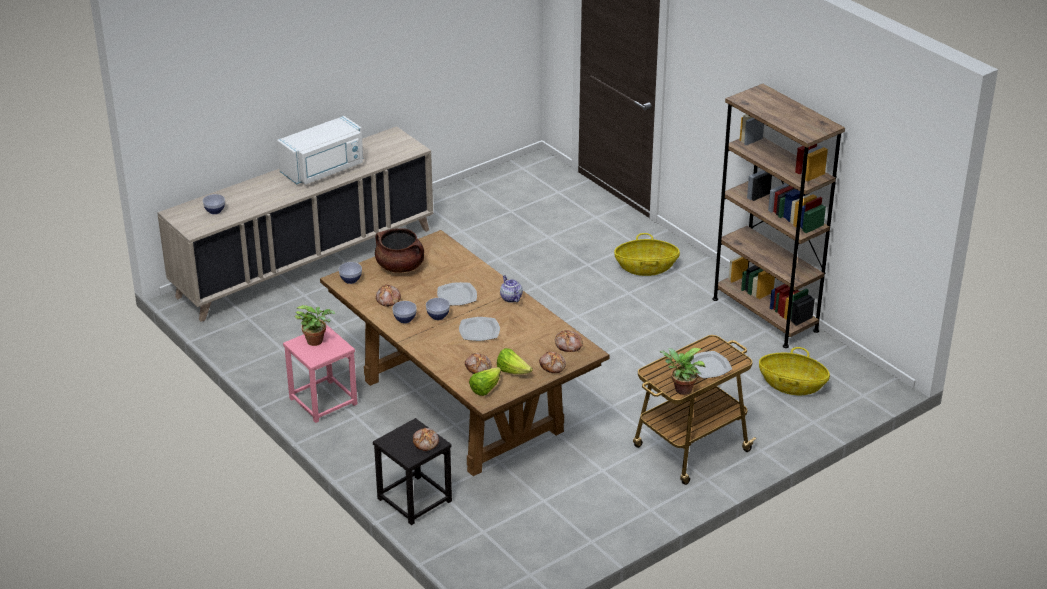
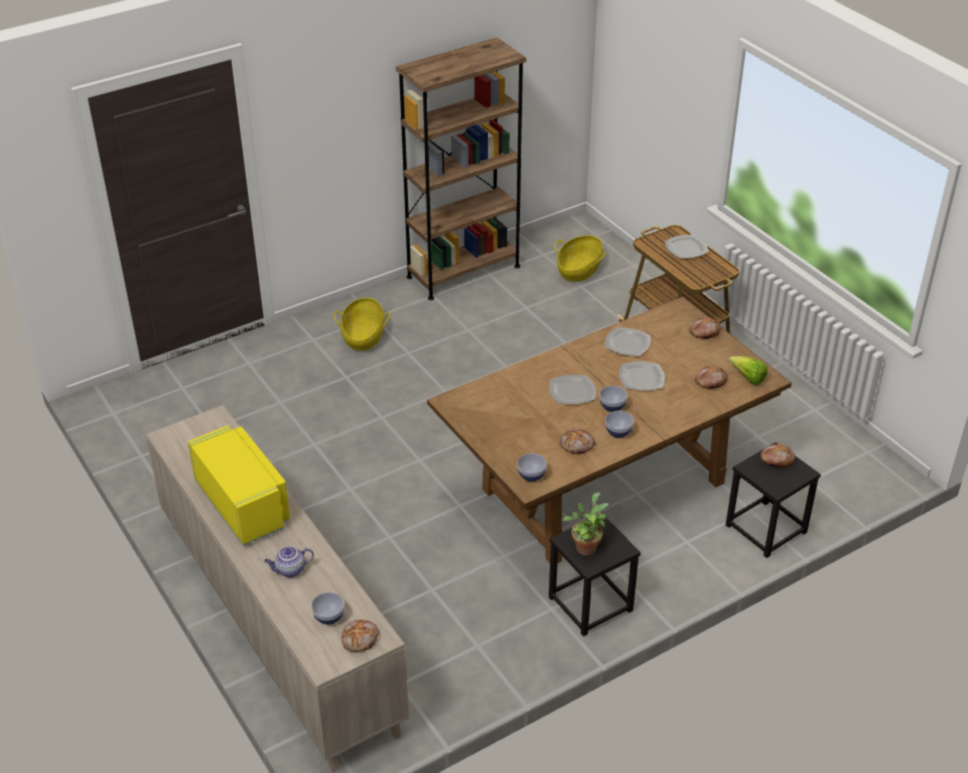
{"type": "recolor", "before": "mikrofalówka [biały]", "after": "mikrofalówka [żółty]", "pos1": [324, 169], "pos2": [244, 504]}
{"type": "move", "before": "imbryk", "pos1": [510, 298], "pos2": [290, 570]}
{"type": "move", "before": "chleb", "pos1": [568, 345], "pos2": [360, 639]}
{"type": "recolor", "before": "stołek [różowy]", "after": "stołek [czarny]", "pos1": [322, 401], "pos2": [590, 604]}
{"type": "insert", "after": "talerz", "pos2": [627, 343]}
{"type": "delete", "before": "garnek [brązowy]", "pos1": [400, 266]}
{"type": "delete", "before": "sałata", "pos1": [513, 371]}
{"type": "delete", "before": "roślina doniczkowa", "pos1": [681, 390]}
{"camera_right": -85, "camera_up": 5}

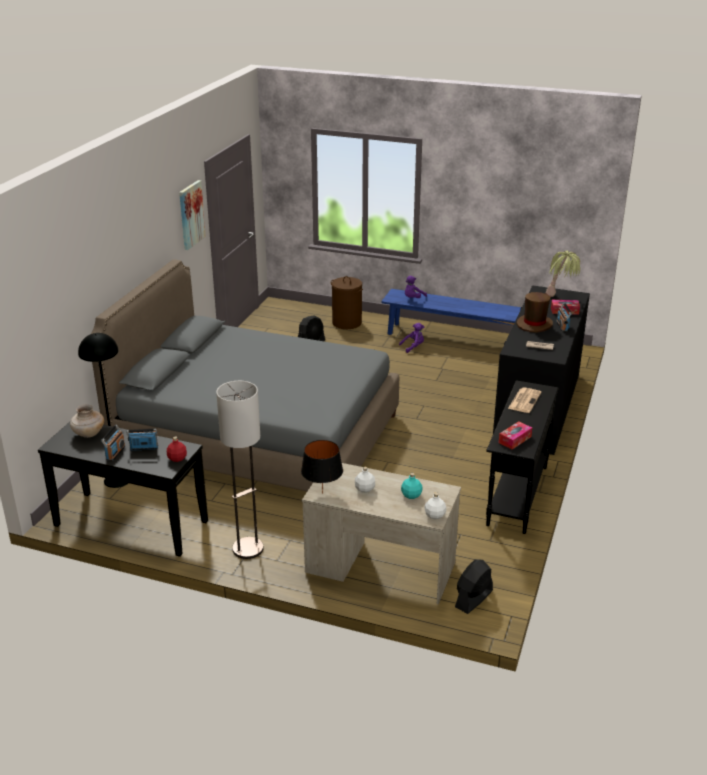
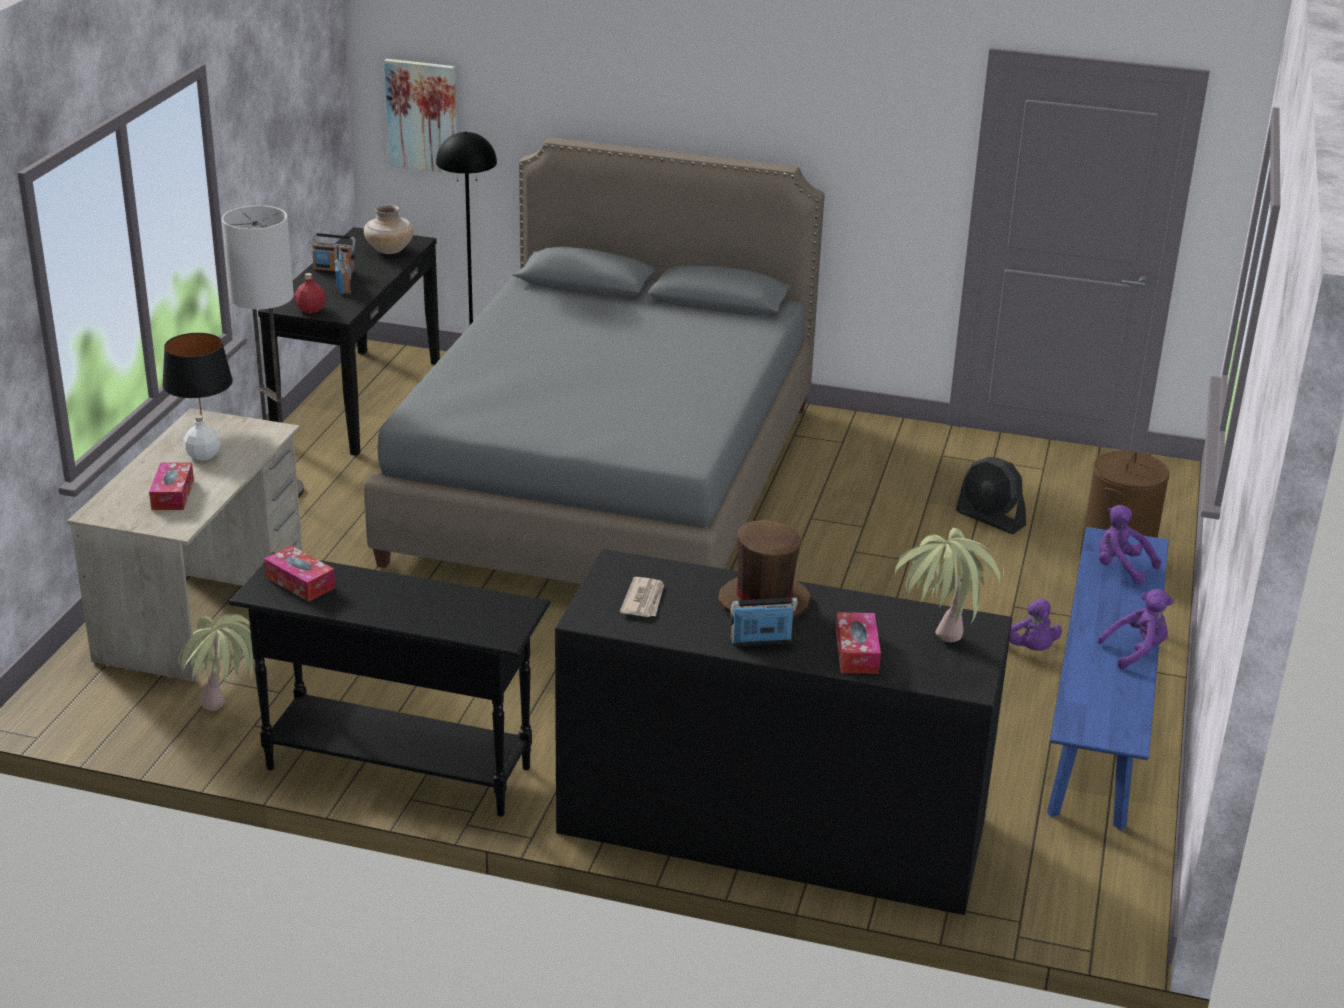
{"type": "replace", "before": "butelka [turkusowy]", "after": "pudełko chusteczek", "pos1": [411, 495], "pos2": [172, 494]}
{"type": "insert", "after": "roślina doniczkowa", "pos2": [227, 719]}
{"type": "move", "before": "obraz", "pos1": [191, 214], "pos2": [422, 116]}
{"type": "insert", "after": "pluszak [fioletowy]", "pos2": [1136, 651]}
{"type": "delete", "before": "butelka [biały]", "pos1": [435, 515]}
{"type": "delete", "before": "wentylator [czarny]", "pos1": [473, 599]}
{"type": "delete", "before": "gazeta", "pos1": [524, 400]}
{"camera_right": 85, "camera_up": 0}

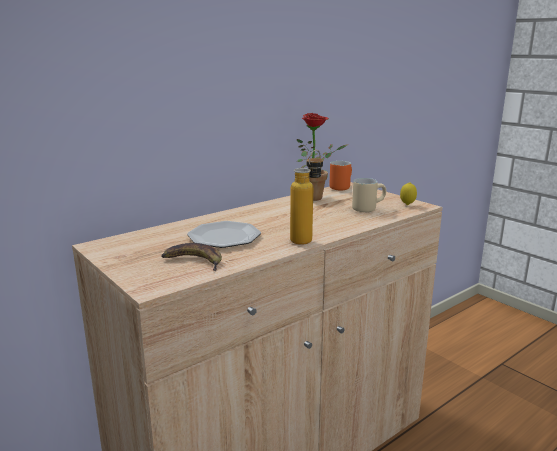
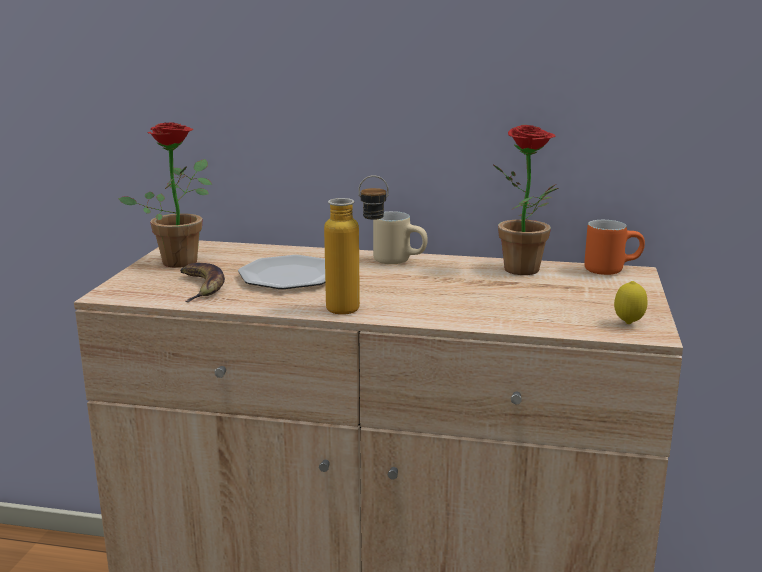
{"type": "insert", "after": "roślina doniczkowa", "pos2": [182, 260]}
{"type": "move", "before": "kubek [beżowy]", "pos1": [367, 208], "pos2": [400, 261]}
{"camera_right": 50, "camera_up": 0}

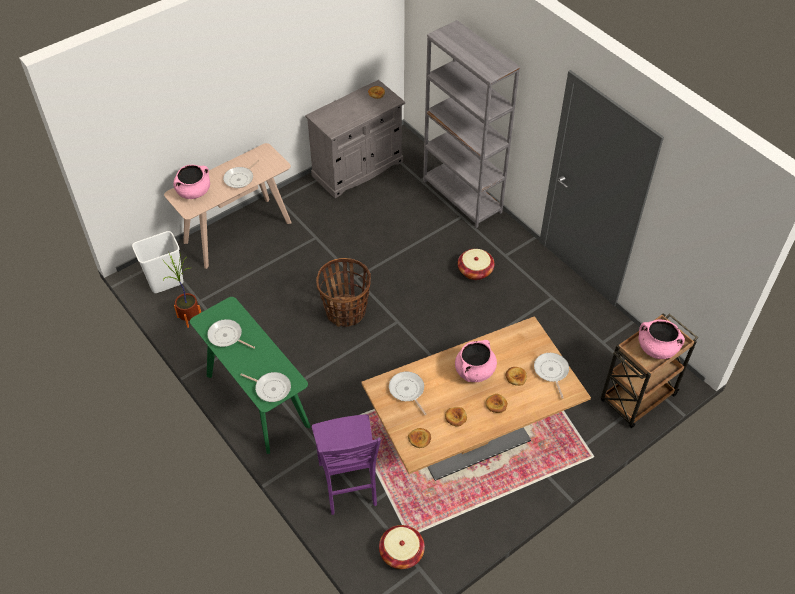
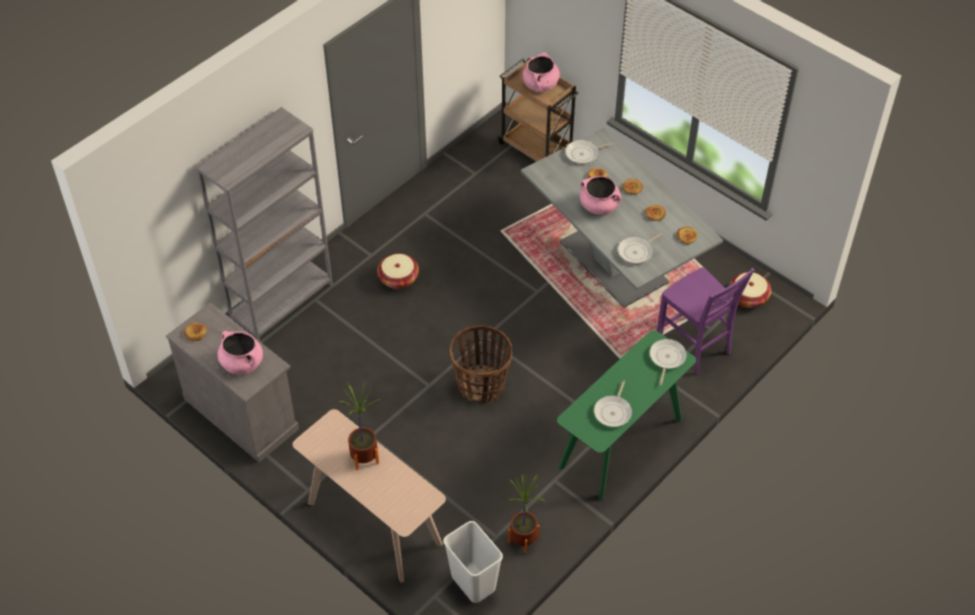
{"type": "move", "before": "garnek [różowy]", "pos1": [194, 191], "pos2": [241, 363]}
{"type": "replace", "before": "patelnia", "after": "roślina doniczkowa", "pos1": [240, 178], "pos2": [364, 457]}
{"type": "recolor", "before": "stół jadalny [brązowy]", "after": "stół jadalny [szary]", "pos1": [470, 437], "pos2": [613, 262]}
{"type": "rotate", "before": "krzesło [fioletowy]", "pos1": [348, 485], "pos2": [694, 347], "turn": 75}
{"camera_right": -100, "camera_up": 0}

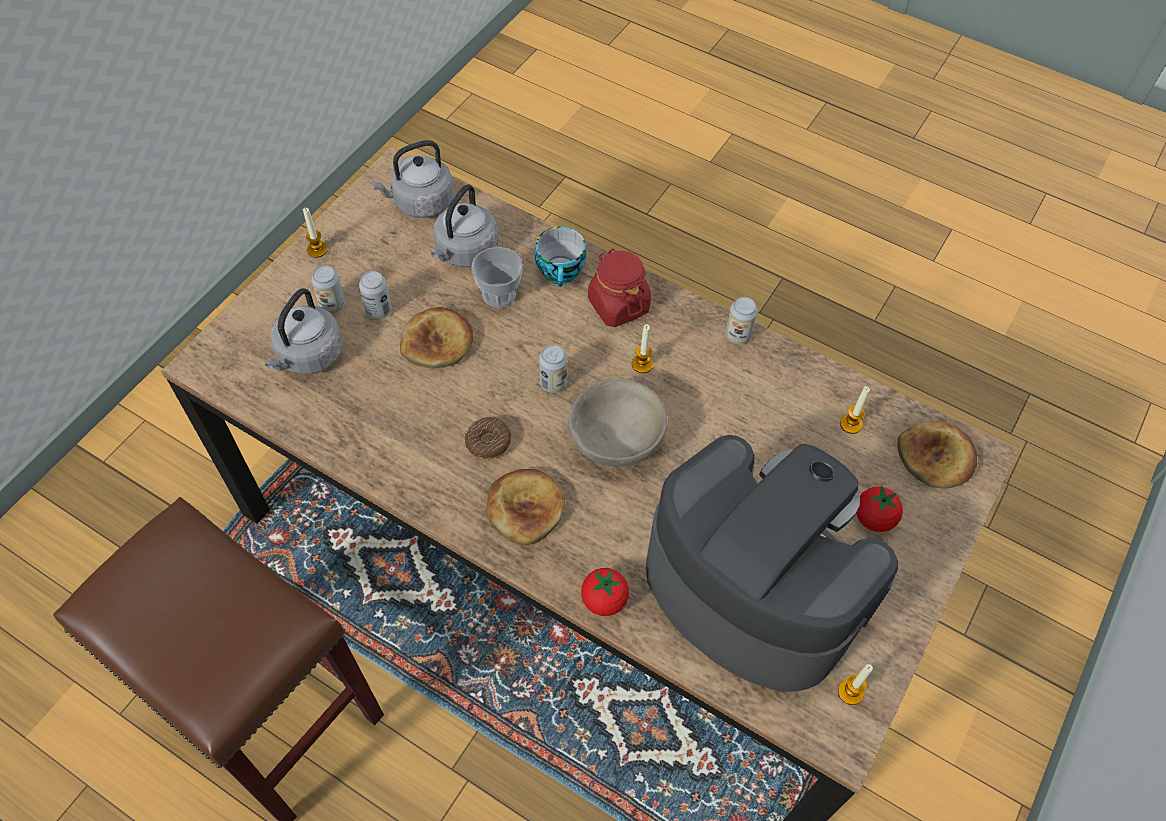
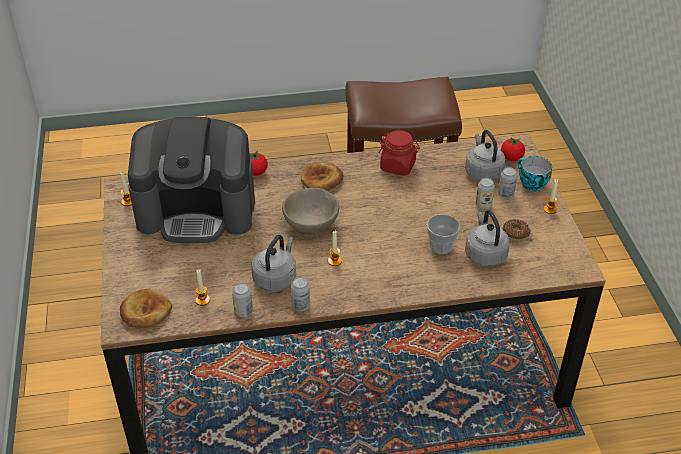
{"type": "move", "before": "puszka", "pos1": [553, 383], "pos2": [243, 311]}
{"type": "move", "before": "czajnik [szary]", "pos1": [420, 203], "pos2": [276, 278]}
{"type": "move", "before": "słoik [czerwony]", "pos1": [618, 305], "pos2": [398, 166]}
{"type": "move", "before": "pomidor", "pos1": [874, 518], "pos2": [511, 158]}
{"type": "move", "before": "donut", "pos1": [488, 442], "pos2": [515, 233]}
{"type": "move", "before": "filiżanka", "pos1": [562, 273], "pos2": [531, 184]}
{"type": "delete", "before": "chleb", "pos1": [437, 342]}
{"camera_right": 140, "camera_up": -15}

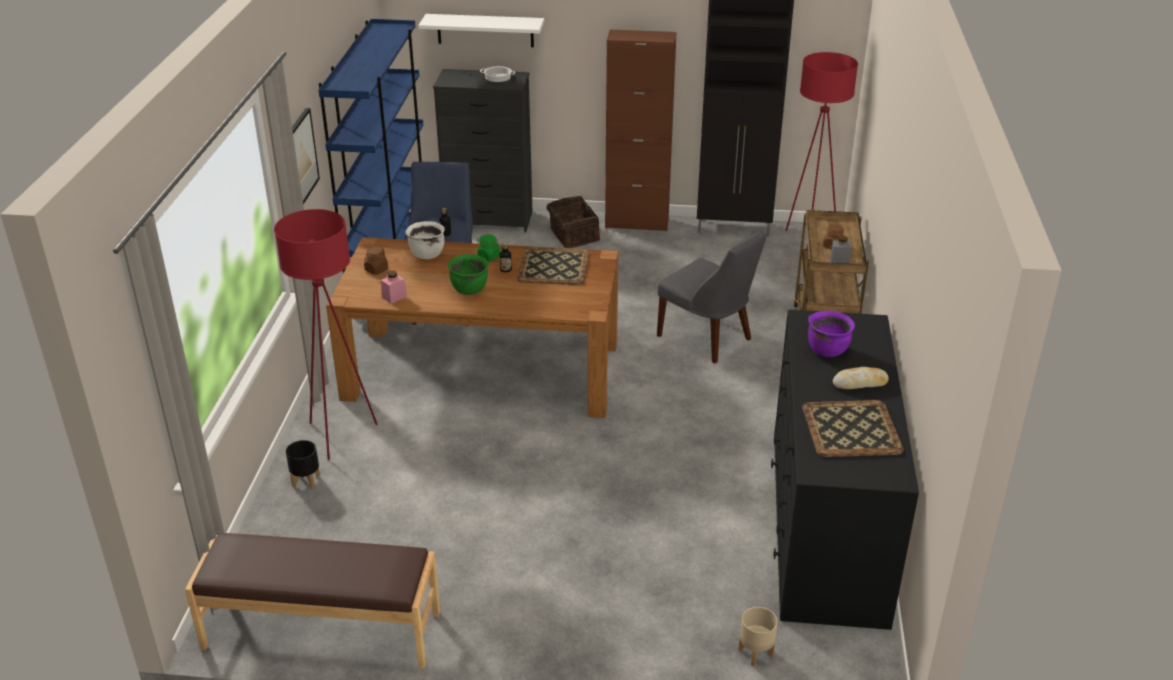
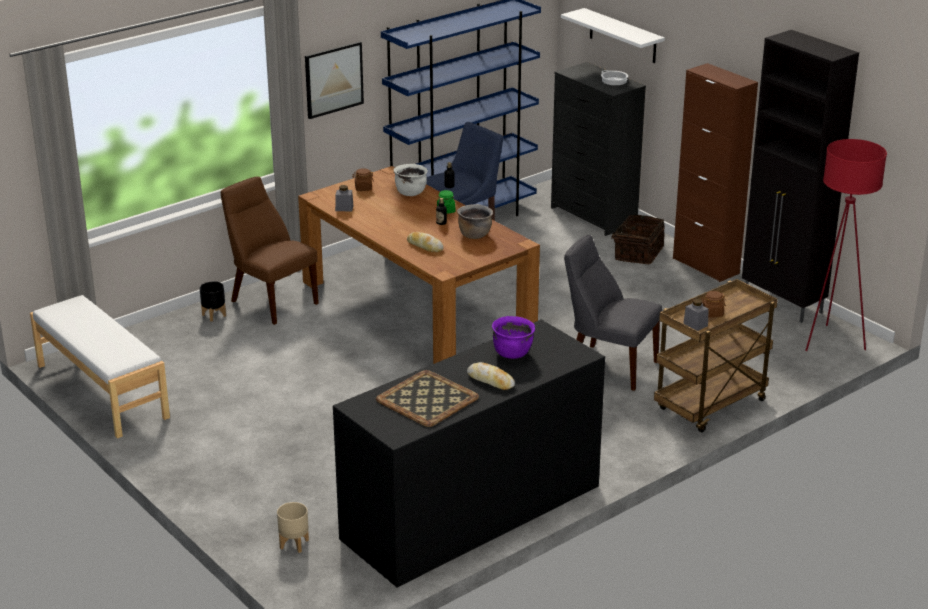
{"type": "recolor", "before": "ławka [brązowy]", "after": "ławka [biały]", "pos1": [321, 631], "pos2": [101, 391]}
{"type": "replace", "before": "lampa stojąca [czerwony]", "after": "krzesło [brązowy]", "pos1": [340, 435], "pos2": [271, 301]}
{"type": "recolor", "before": "słoik [różowy]", "after": "słoik [szary]", "pos1": [394, 297], "pos2": [344, 208]}
{"type": "insert", "after": "chleb", "pos2": [425, 246]}
{"type": "replace", "before": "taca", "after": "garnek [brązowy]", "pos1": [553, 267], "pos2": [474, 235]}
{"type": "rotate", "before": "krzesło [szary]", "pos1": [708, 339], "pos2": [608, 365], "turn": 120}
{"type": "delete", "before": "garnek [zielony]", "pos1": [470, 289]}
{"camera_right": 45, "camera_up": -5}

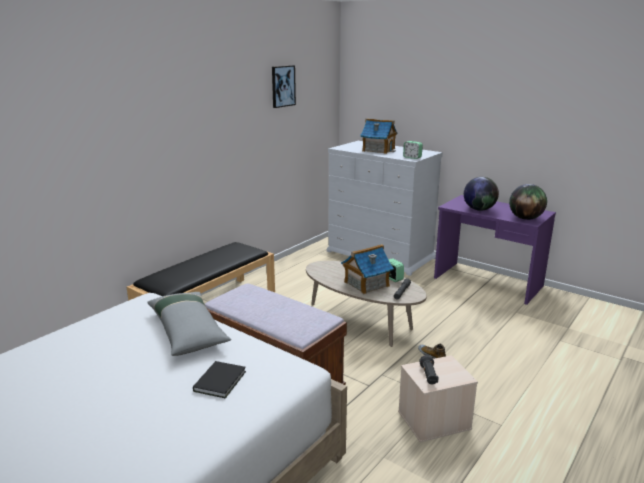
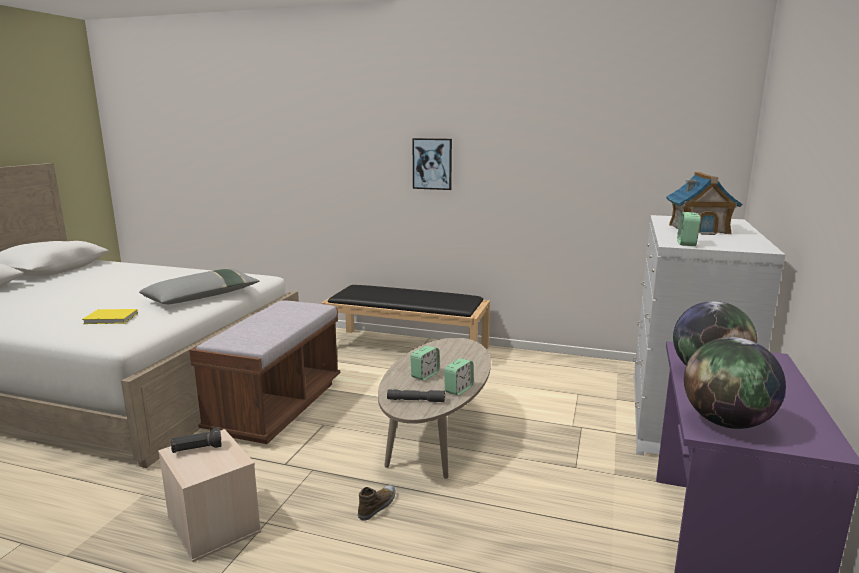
{"type": "recolor", "before": "książka [czarny]", "after": "książka [żółty]", "pos1": [221, 380], "pos2": [112, 319]}
{"type": "replace", "before": "domek", "after": "budzik", "pos1": [366, 284], "pos2": [425, 375]}
{"type": "move", "before": "obraz", "pos1": [282, 86], "pos2": [432, 164]}
{"camera_right": 70, "camera_up": -5}

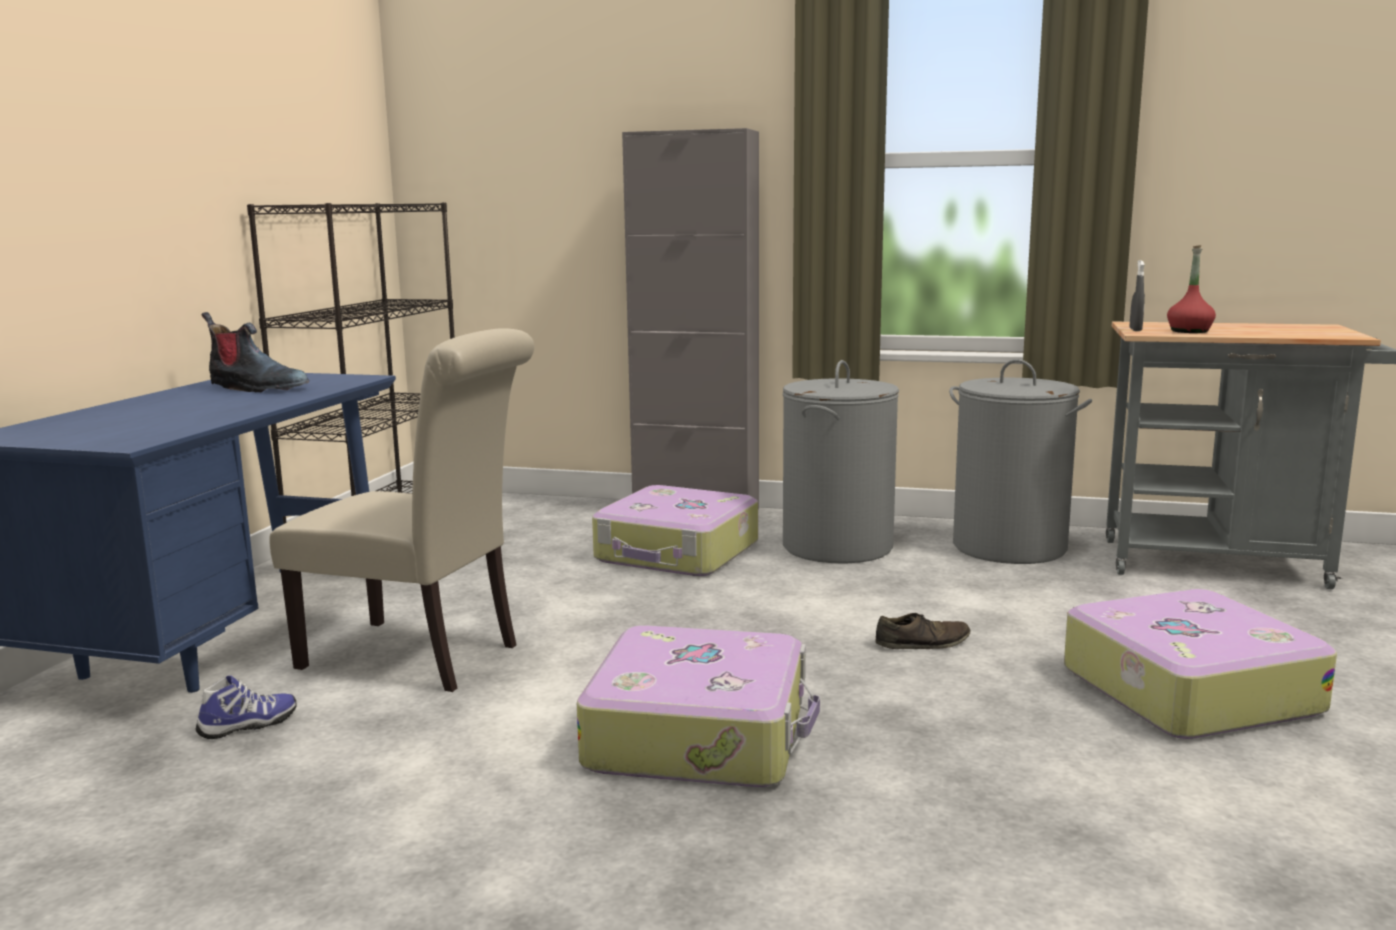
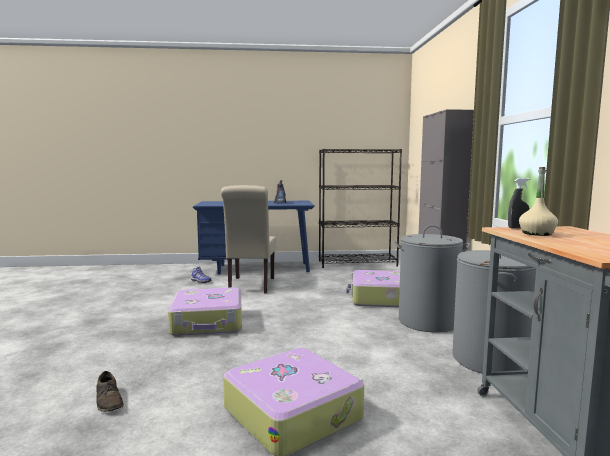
{"type": "move", "before": "but [brązowy]", "pos1": [923, 643], "pos2": [109, 400]}
{"type": "recolor", "before": "butelka [czerwony]", "after": "butelka [beżowy]", "pos1": [1189, 331], "pos2": [536, 233]}
{"camera_right": 70, "camera_up": -5}

